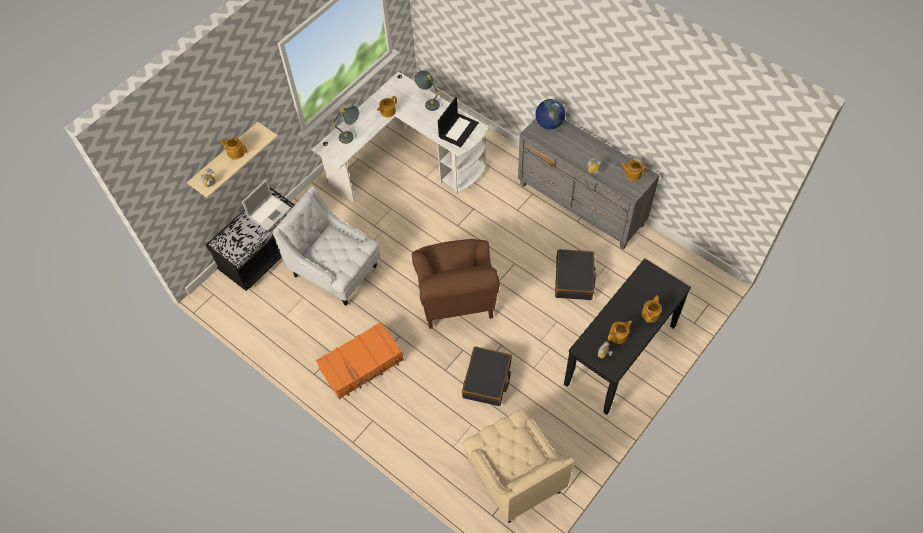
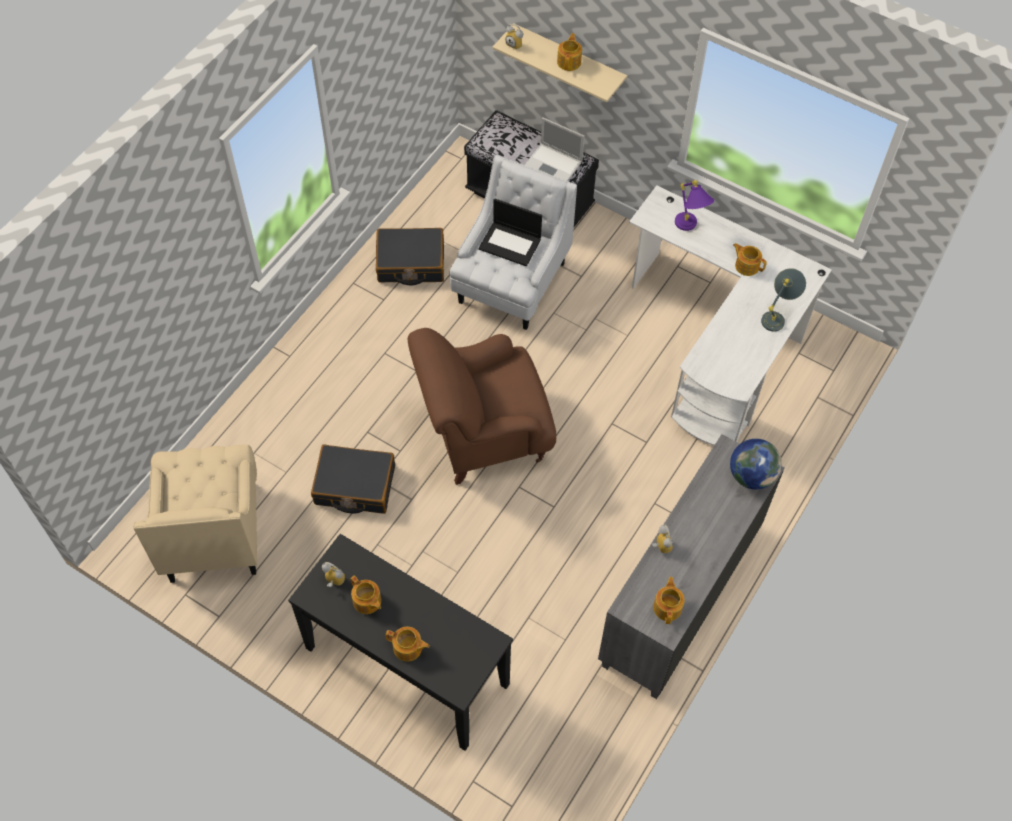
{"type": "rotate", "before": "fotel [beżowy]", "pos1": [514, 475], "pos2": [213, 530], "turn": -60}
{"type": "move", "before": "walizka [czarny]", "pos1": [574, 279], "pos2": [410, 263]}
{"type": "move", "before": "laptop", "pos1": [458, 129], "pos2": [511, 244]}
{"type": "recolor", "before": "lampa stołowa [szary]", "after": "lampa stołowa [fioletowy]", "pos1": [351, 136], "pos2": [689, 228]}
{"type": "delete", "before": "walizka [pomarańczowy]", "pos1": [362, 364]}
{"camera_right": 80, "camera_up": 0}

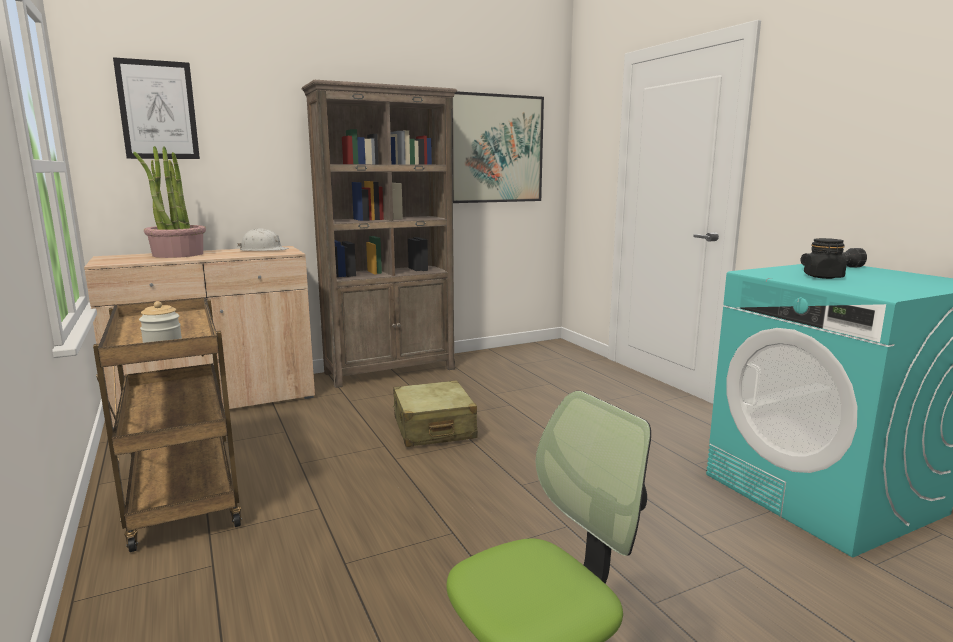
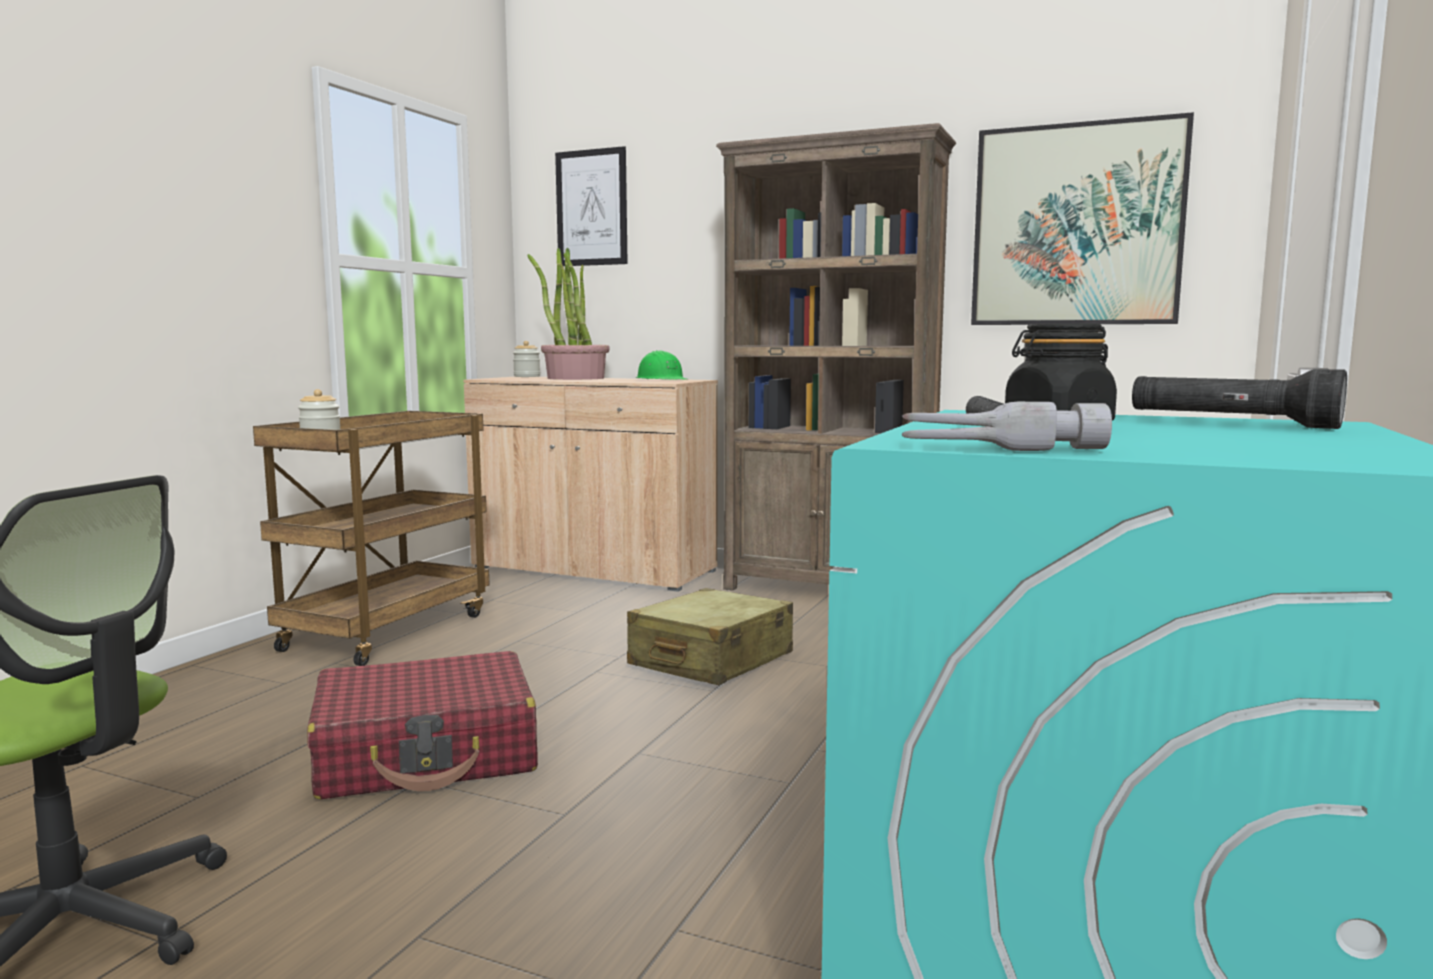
{"type": "insert", "after": "walizka [czerwony]", "pos2": [427, 754]}
{"type": "insert", "after": "słoik", "pos2": [527, 376]}
{"type": "recolor", "before": "kask [biały]", "after": "kask [zielony]", "pos1": [263, 250], "pos2": [662, 380]}
{"type": "insert", "after": "młotek", "pos2": [981, 438]}
{"camera_right": 50, "camera_up": -5}

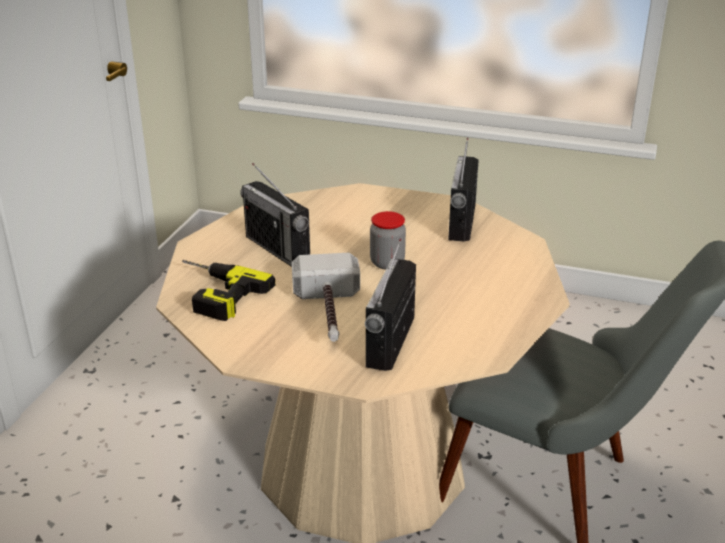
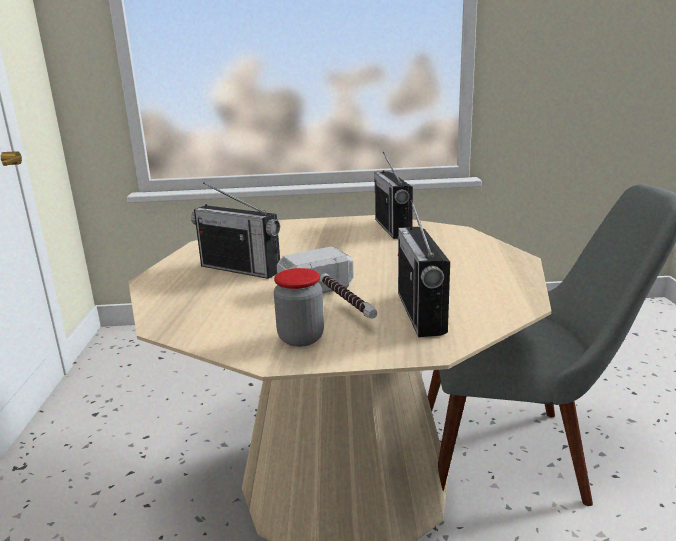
{"type": "move", "before": "słoik", "pos1": [387, 263], "pos2": [301, 338]}
{"type": "delete", "before": "wiertarka", "pos1": [211, 294]}
{"camera_right": -20, "camera_up": -10}

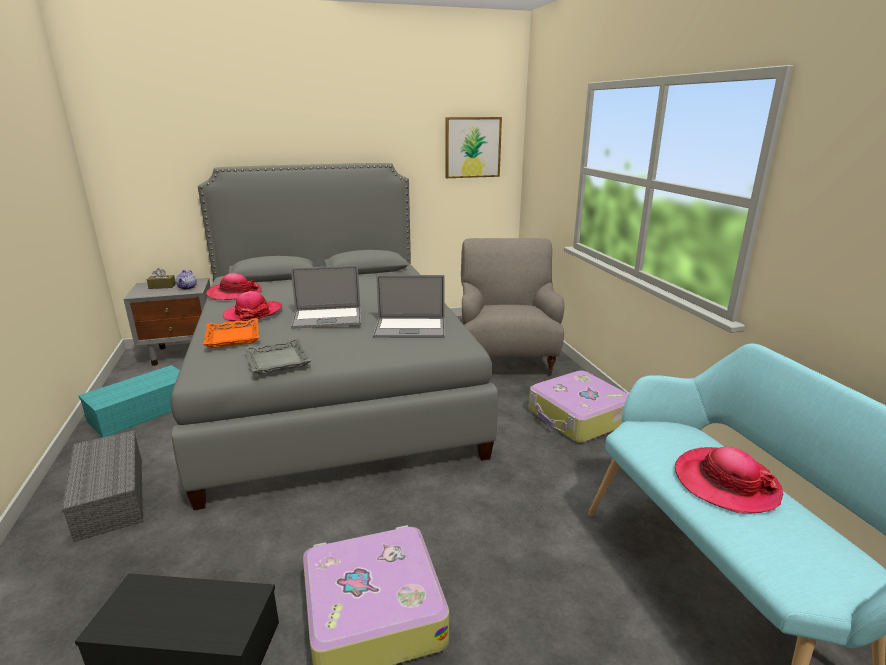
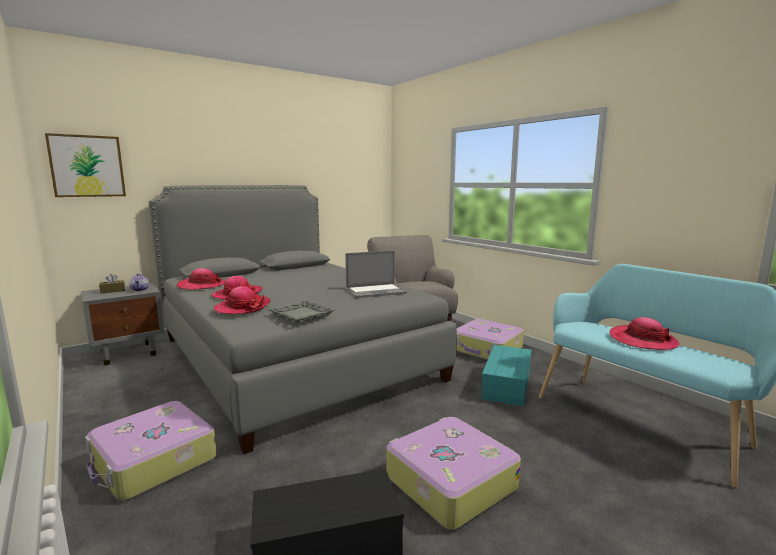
{"type": "move", "before": "obraz", "pos1": [472, 147], "pos2": [87, 166]}
{"type": "replace", "before": "pojemnik do przechowywania [szary]", "after": "walizka", "pos1": [112, 497], "pos2": [153, 461]}
{"type": "replace", "before": "taca [pomarańczowy]", "after": "kapelusz", "pos1": [232, 337], "pos2": [242, 307]}
{"type": "move", "before": "pojemnik do przechowywania [turkusowy]", "pos1": [143, 411], "pos2": [506, 384]}
{"type": "delete", "before": "laptop", "pos1": [327, 318]}
{"camera_right": -20, "camera_up": -10}

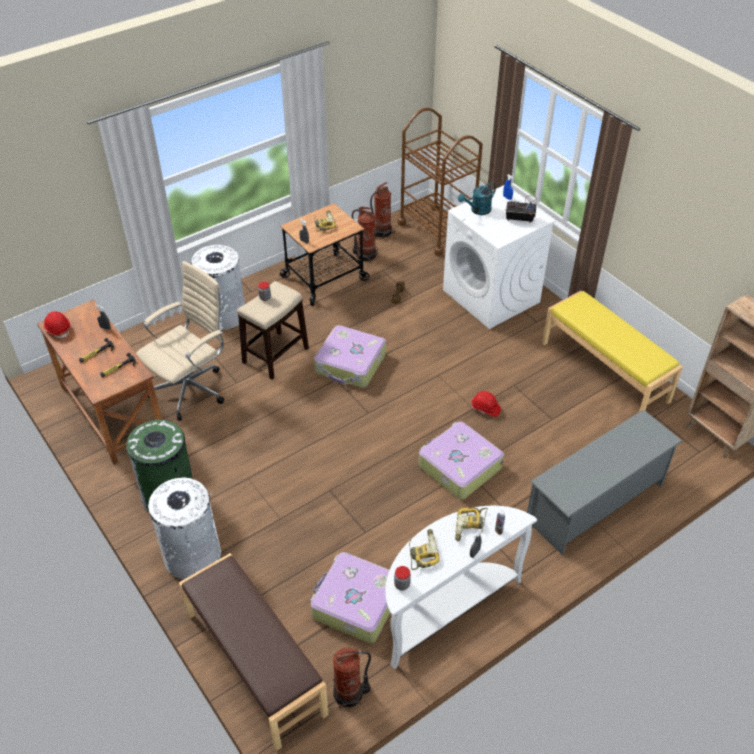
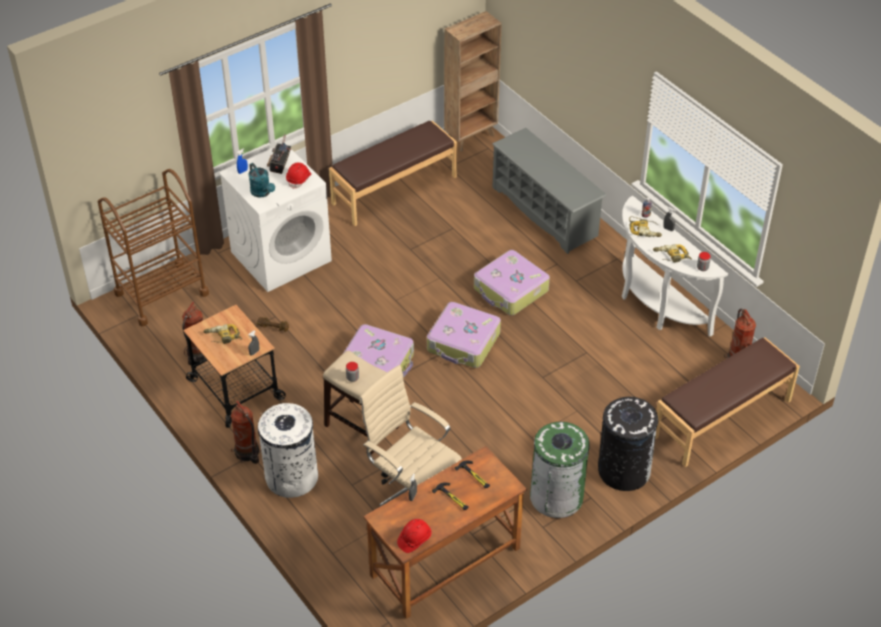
{"type": "move", "before": "gaśnica", "pos1": [381, 232], "pos2": [247, 453]}
{"type": "move", "before": "kask [czerwony]", "pos1": [485, 409], "pos2": [299, 179]}
{"type": "recolor", "before": "ławka [żółty]", "after": "ławka [brązowy]", "pos1": [605, 371], "pos2": [394, 189]}
{"type": "move", "before": "walizka", "pos1": [355, 603], "pos2": [463, 343]}
{"type": "recolor", "before": "kosz na śmieci [biały]", "after": "kosz na śmieci [czarny]", "pos1": [192, 555], "pos2": [623, 470]}
{"camera_right": -90, "camera_up": 0}

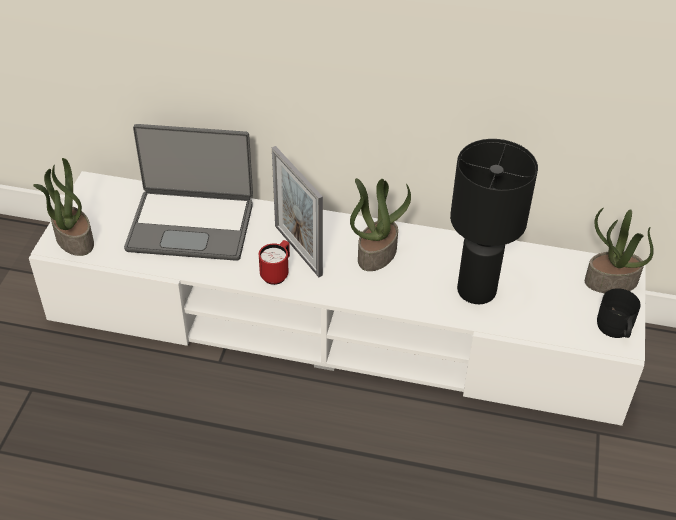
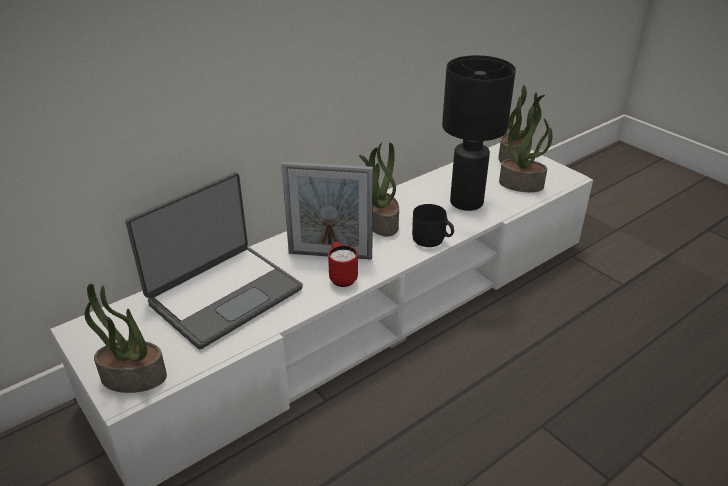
{"type": "move", "before": "kubek [czarny]", "pos1": [615, 329], "pos2": [432, 240]}
{"type": "insert", "after": "roślina doniczkowa", "pos2": [521, 184]}
{"camera_right": -50, "camera_up": -10}

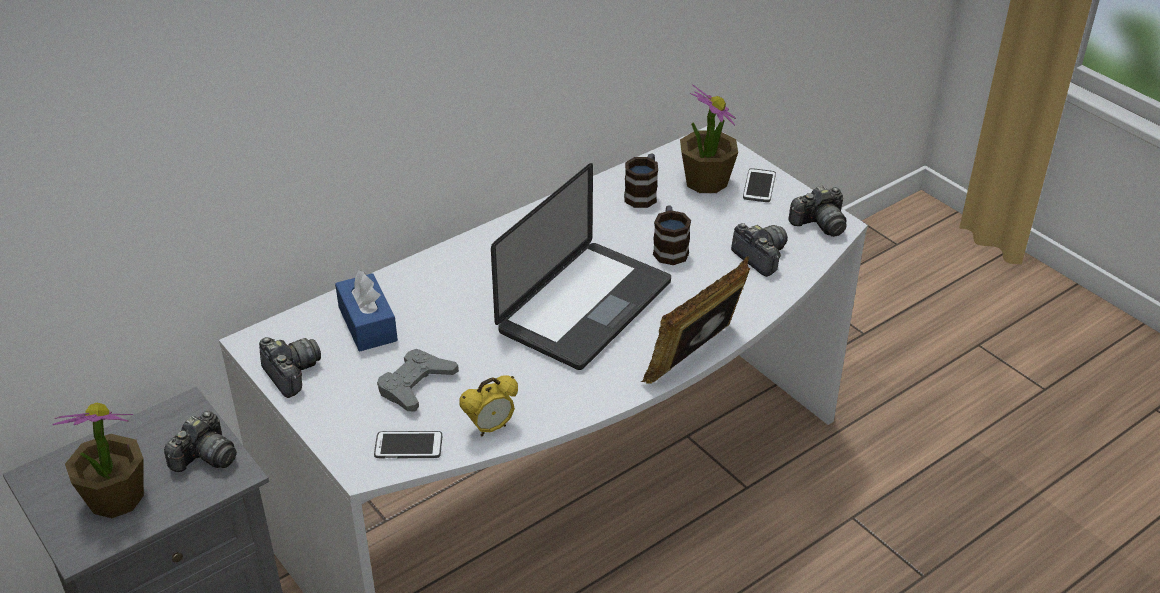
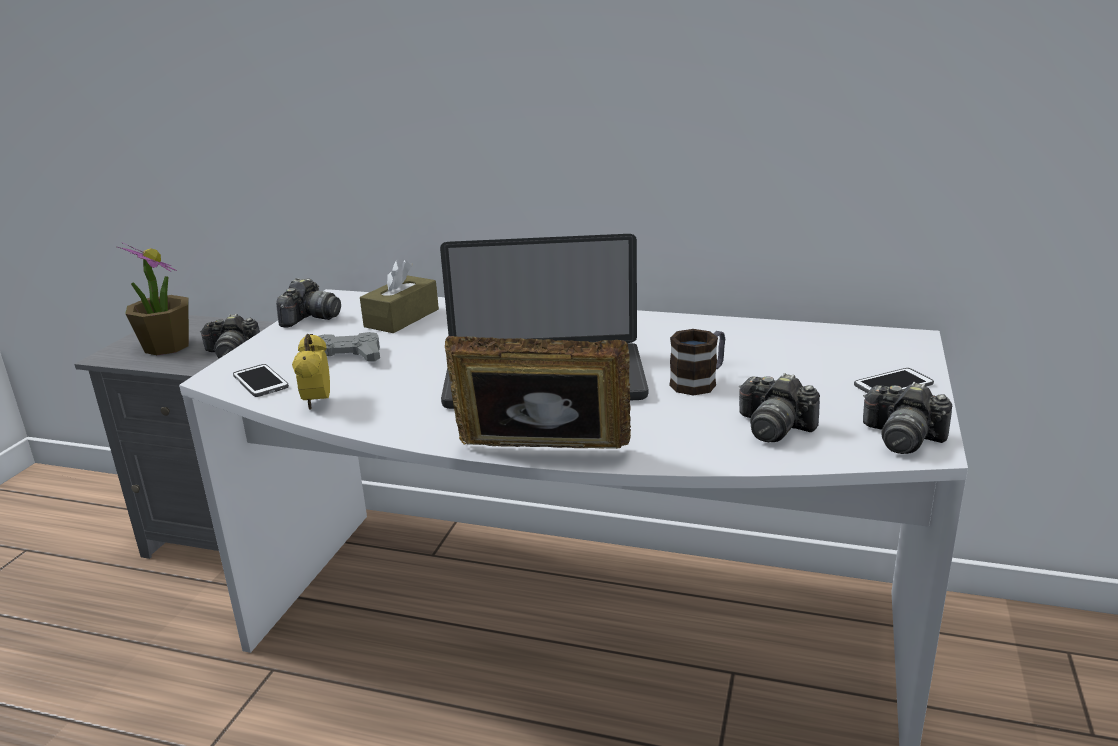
{"type": "rotate", "before": "budzik", "pos1": [491, 428], "pos2": [317, 402], "turn": 60}
{"type": "recolor", "before": "pudełko chusteczek [niebieski]", "after": "pudełko chusteczek [brązowy]", "pos1": [367, 324], "pos2": [402, 318]}
{"type": "rotate", "before": "aparat fotograficzny", "pos1": [760, 257], "pos2": [774, 428], "turn": 105}
{"type": "delete", "before": "kubek", "pos1": [643, 194]}
{"type": "delete", "before": "roślina doniczkowa", "pos1": [705, 181]}
{"camera_right": 55, "camera_up": -15}

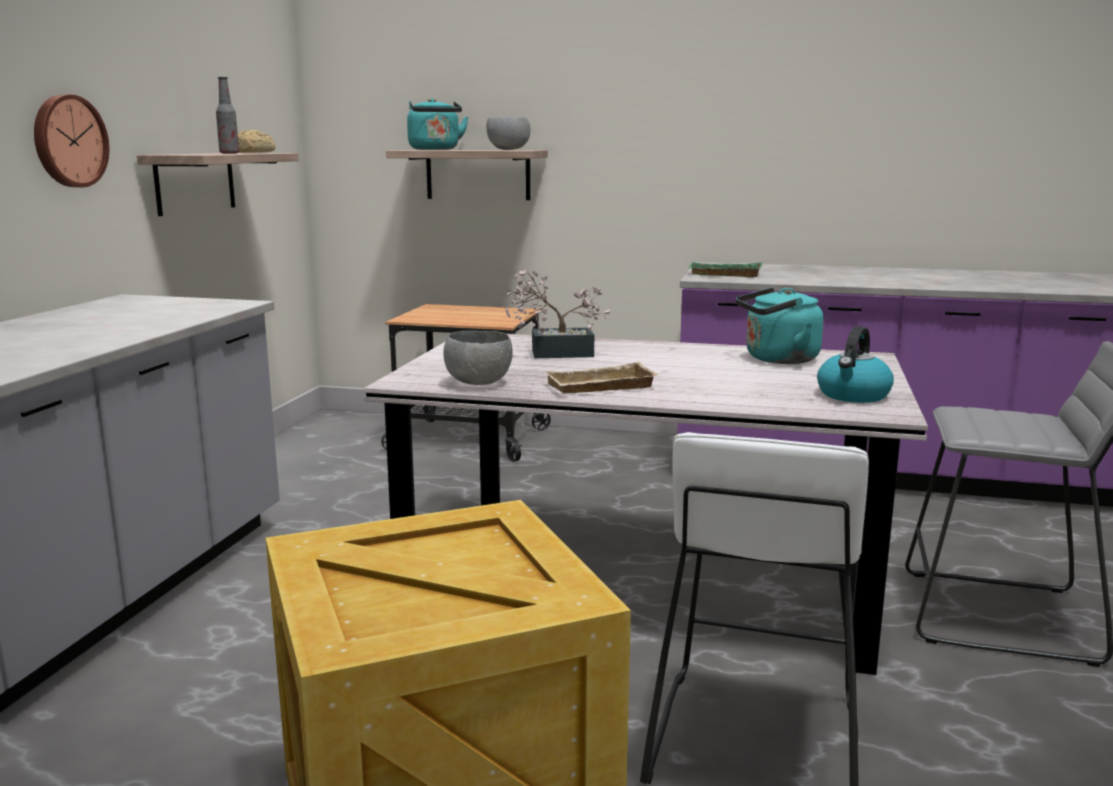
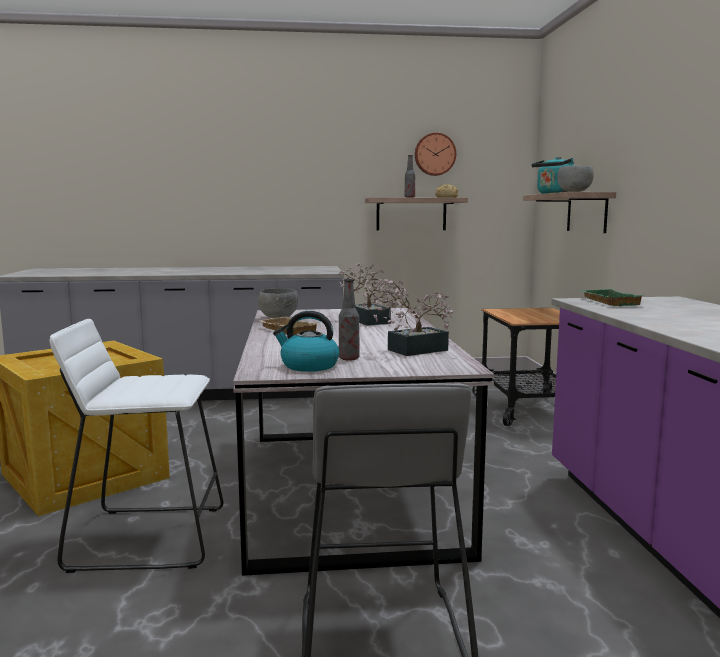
{"type": "insert", "after": "butelka", "pos2": [349, 358]}
{"type": "replace", "before": "czajnik [turkusowy]", "after": "roślina doniczkowa", "pos1": [777, 359], "pos2": [411, 350]}
{"type": "move", "before": "zegar ścienny", "pos1": [68, 141], "pos2": [434, 154]}
{"camera_right": 70, "camera_up": -5}

